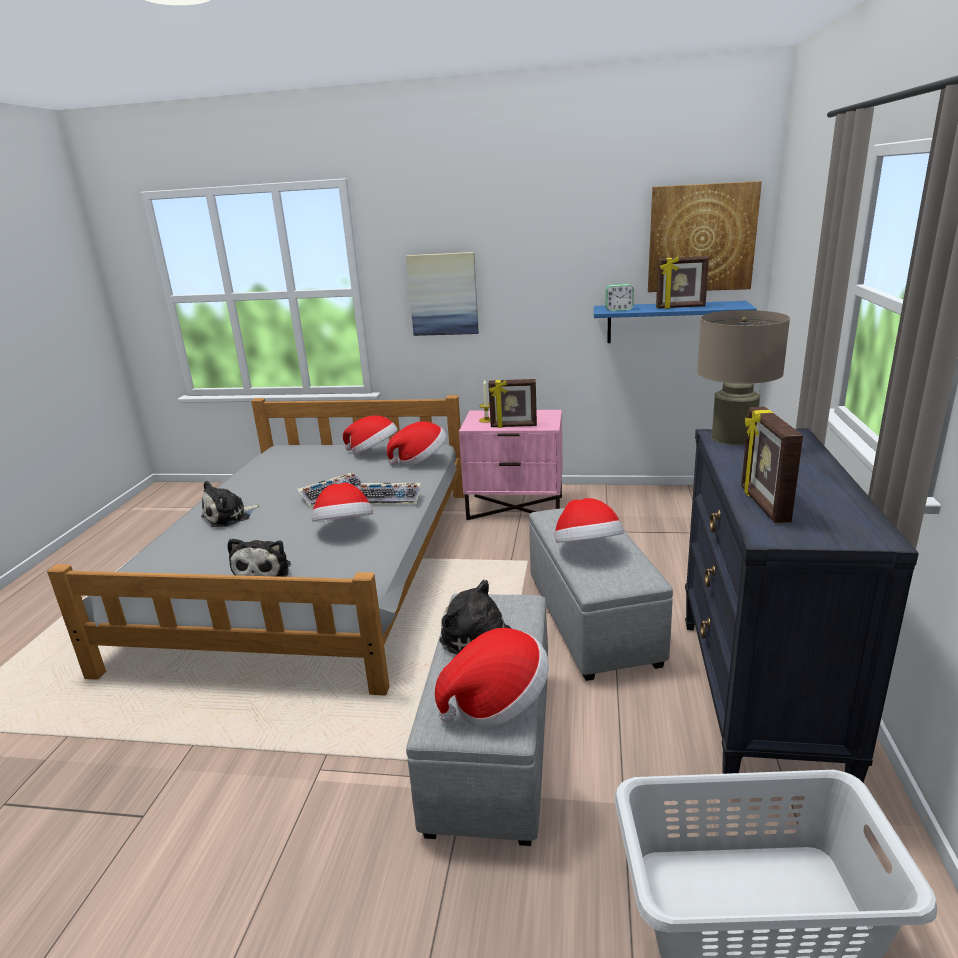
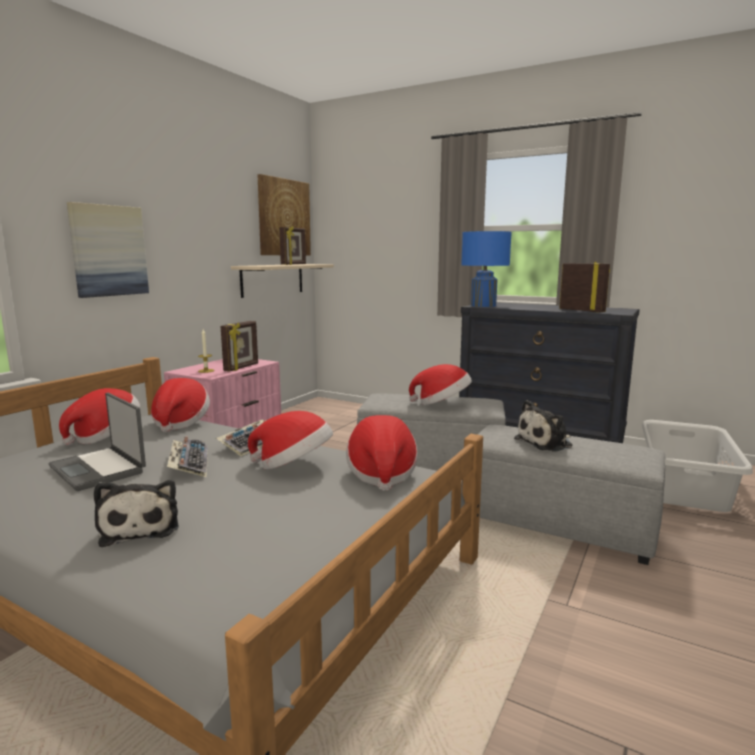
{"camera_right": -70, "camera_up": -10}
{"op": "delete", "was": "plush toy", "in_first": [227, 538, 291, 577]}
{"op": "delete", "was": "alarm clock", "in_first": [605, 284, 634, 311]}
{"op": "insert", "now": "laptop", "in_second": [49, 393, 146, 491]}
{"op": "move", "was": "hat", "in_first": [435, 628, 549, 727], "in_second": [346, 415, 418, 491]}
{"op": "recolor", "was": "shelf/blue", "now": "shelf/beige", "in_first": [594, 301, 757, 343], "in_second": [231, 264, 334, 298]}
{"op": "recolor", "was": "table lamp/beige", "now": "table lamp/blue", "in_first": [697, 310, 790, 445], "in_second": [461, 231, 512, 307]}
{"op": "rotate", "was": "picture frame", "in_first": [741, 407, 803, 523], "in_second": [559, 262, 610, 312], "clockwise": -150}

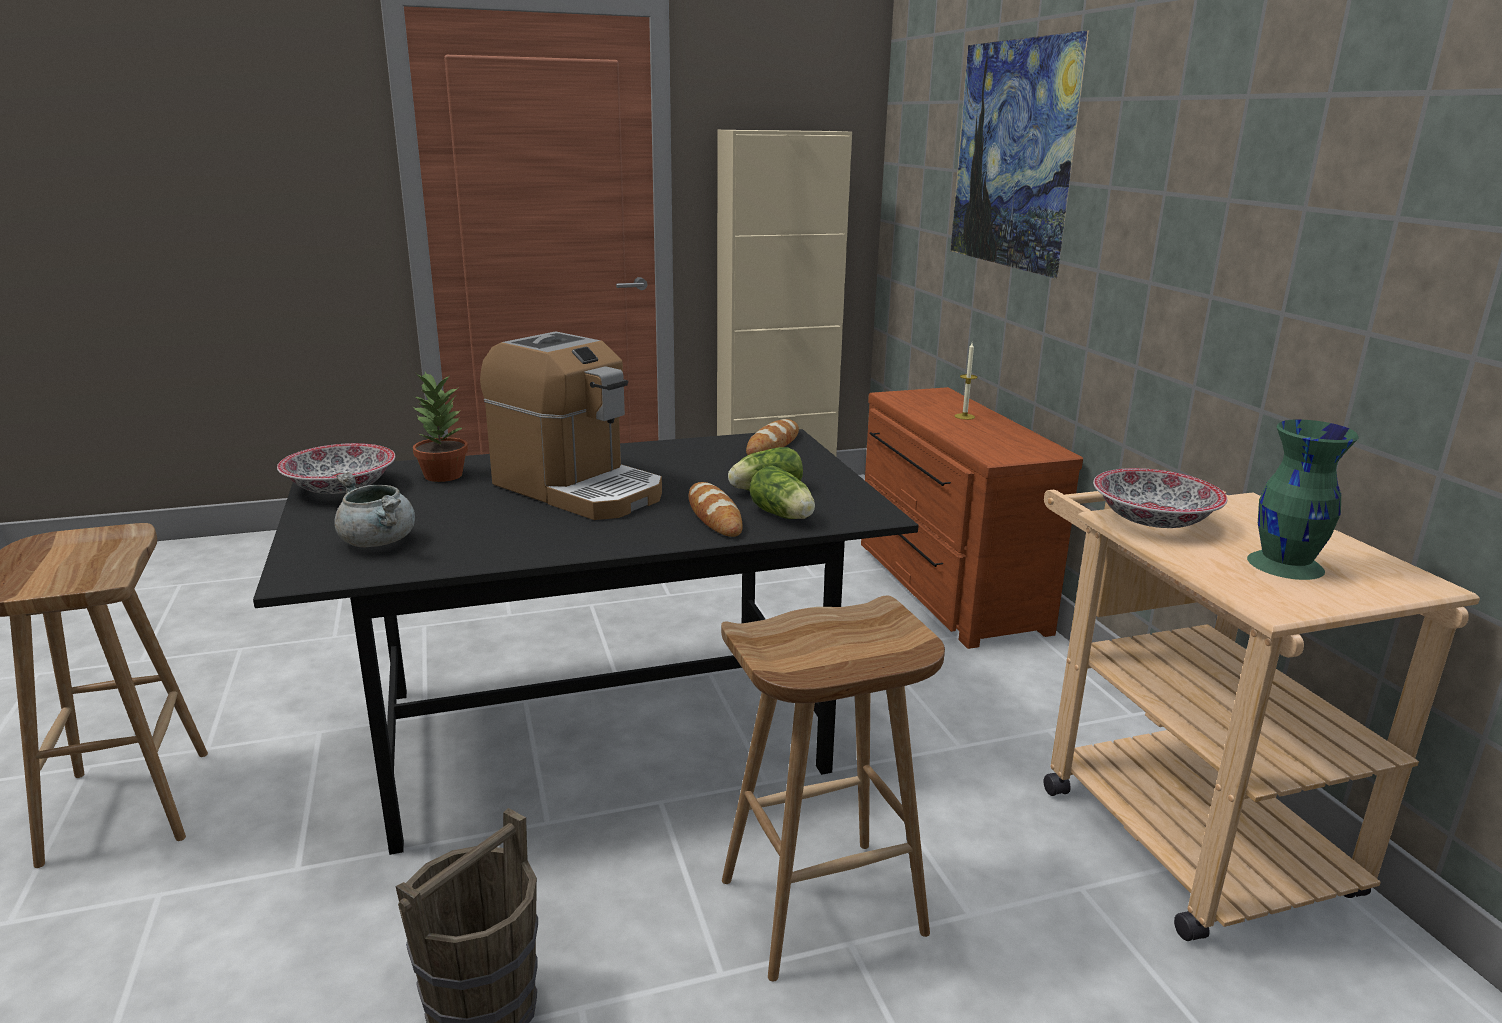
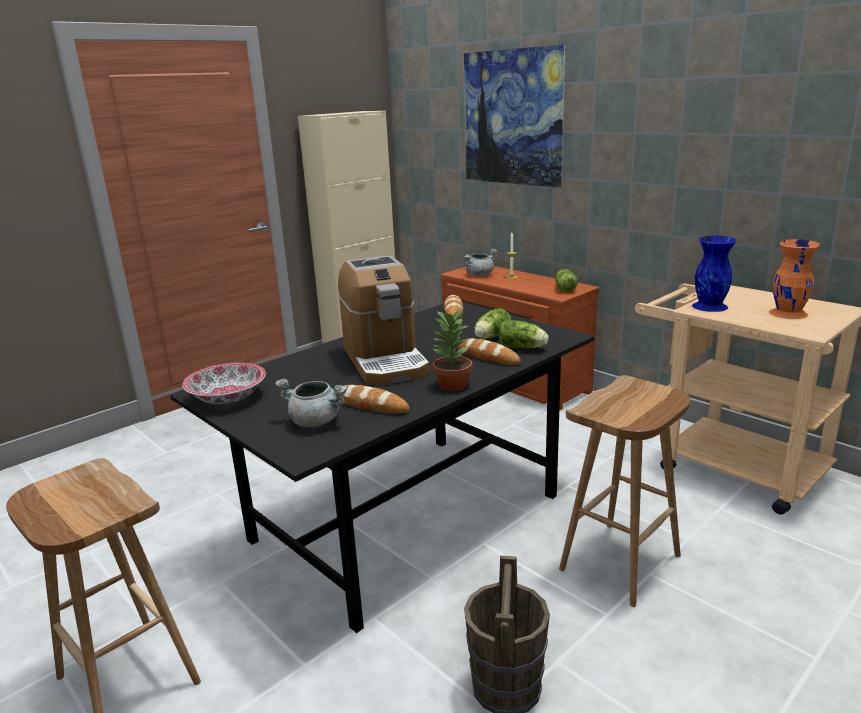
{"camera_right": -25, "camera_up": 0}
{"op": "insert", "now": "bread", "in_second": [343, 385, 410, 414]}
{"op": "insert", "now": "cooking pot/grey", "in_second": [464, 249, 497, 276]}
{"op": "insert", "now": "lettuce", "in_second": [555, 269, 578, 293]}
{"op": "move", "was": "potted plant", "in_first": [413, 372, 468, 482], "in_second": [432, 310, 472, 391]}
{"op": "replace", "was": "bowl", "now": "vase/blue", "in_first": [1093, 468, 1227, 528], "in_second": [692, 236, 736, 312]}
{"op": "recolor", "was": "vase/green", "now": "vase/orange", "in_first": [1247, 419, 1359, 580], "in_second": [769, 239, 820, 319]}
{"op": "rotate", "was": "coffee machine", "in_first": [480, 331, 662, 520], "in_second": [338, 255, 430, 386], "clockwise": 60}

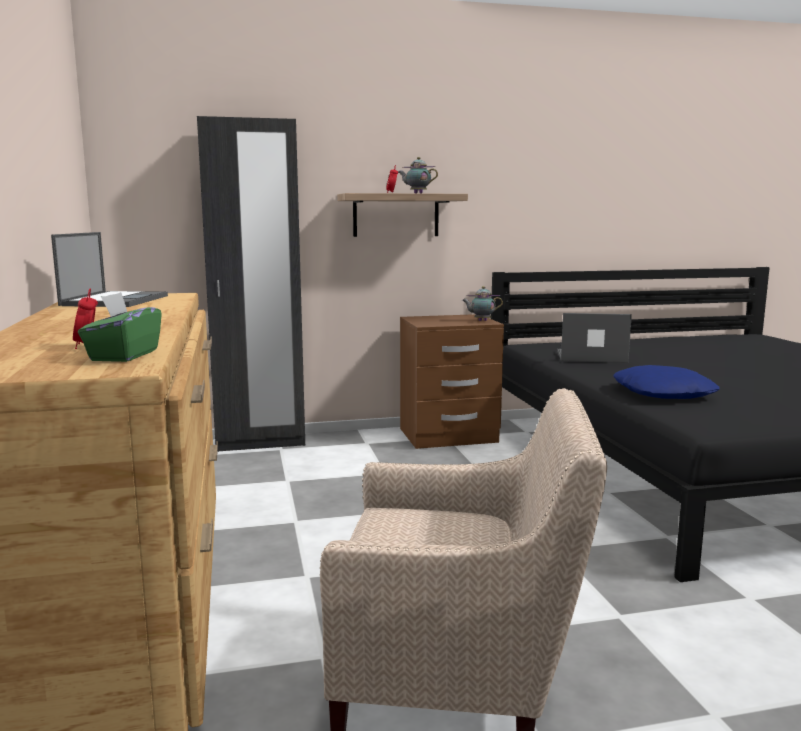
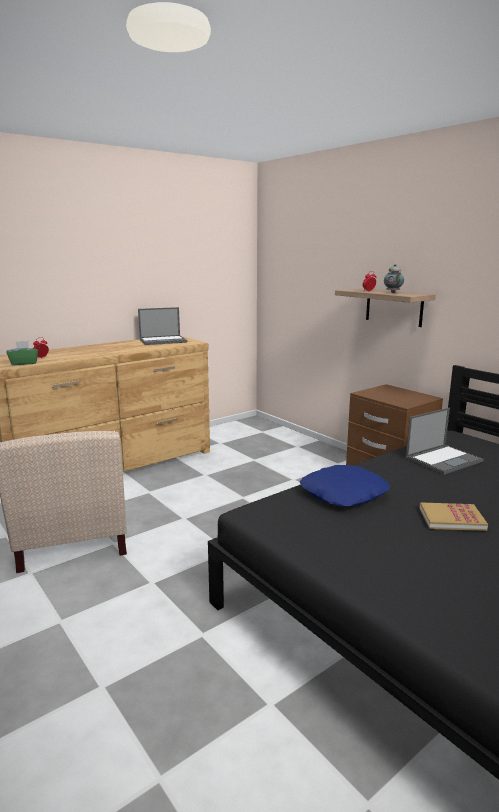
{"camera_right": 65, "camera_up": 5}
{"op": "delete", "was": "wardrobe/black", "in_first": [197, 116, 305, 452]}
{"op": "delete", "was": "teapot", "in_first": [462, 286, 503, 321]}
{"op": "insert", "now": "book", "in_second": [419, 502, 488, 531]}
{"op": "rotate", "was": "laptop", "in_first": [557, 313, 632, 363], "in_second": [406, 408, 484, 475], "clockwise": 75}

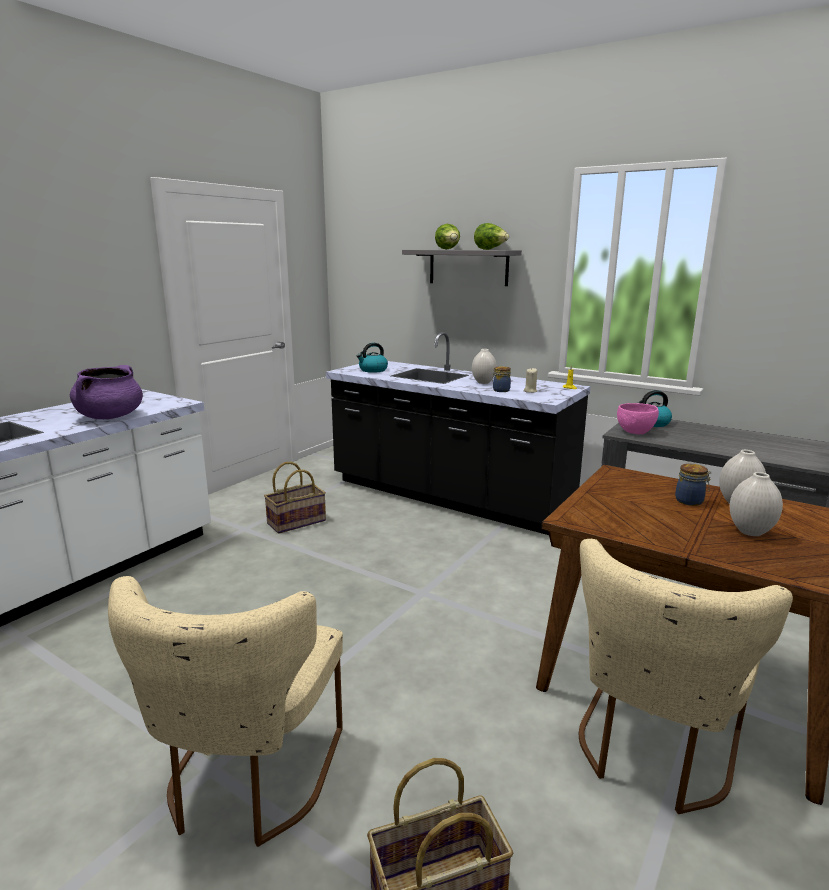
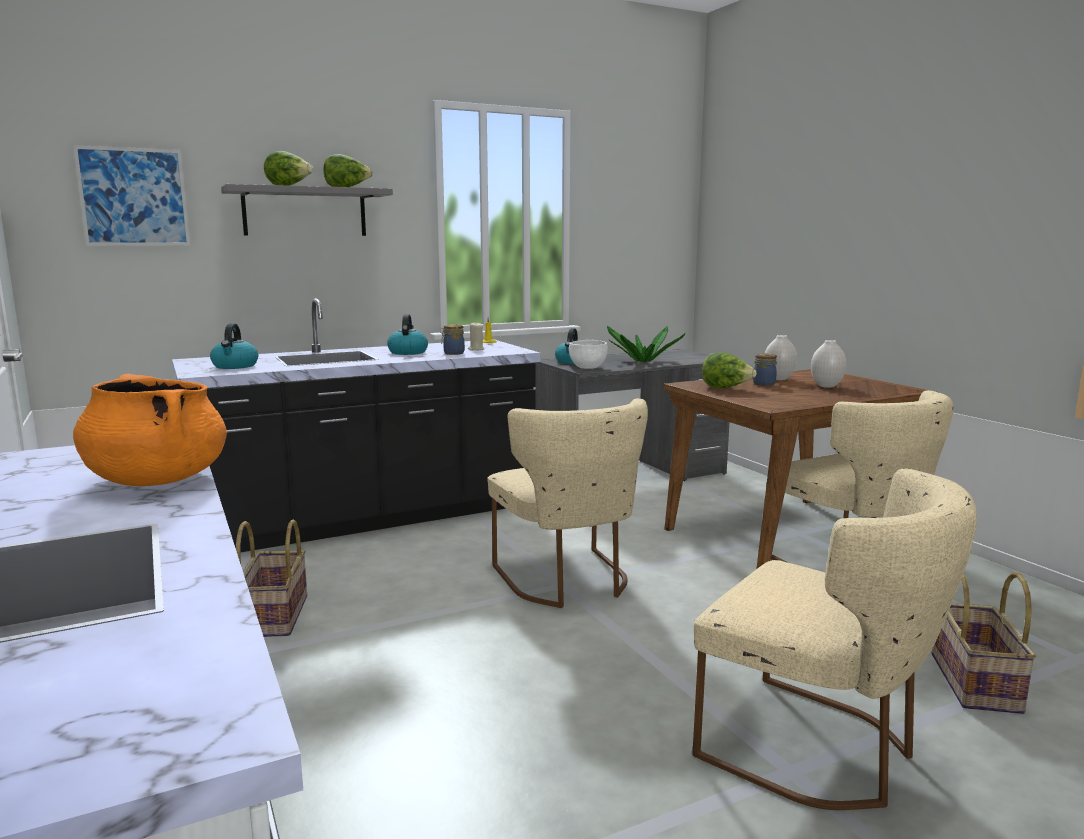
{"camera_right": -60, "camera_up": -5}
{"op": "insert", "now": "picture", "in_second": [73, 145, 190, 246]}
{"op": "insert", "now": "chair/beige", "in_second": [487, 398, 648, 608]}
{"op": "insert", "now": "potted plant", "in_second": [607, 326, 686, 362]}
{"op": "insert", "now": "lettuce", "in_second": [702, 353, 757, 388]}
{"op": "replace", "was": "vase/white", "now": "kettle", "in_first": [472, 349, 497, 384], "in_second": [387, 314, 428, 355]}
{"op": "recolor", "was": "cooking pot/purple", "now": "cooking pot/orange", "in_first": [70, 365, 143, 419], "in_second": [73, 374, 227, 486]}
{"op": "recolor", "was": "bowl/pink", "now": "bowl/white", "in_first": [617, 403, 659, 434], "in_second": [569, 340, 608, 369]}

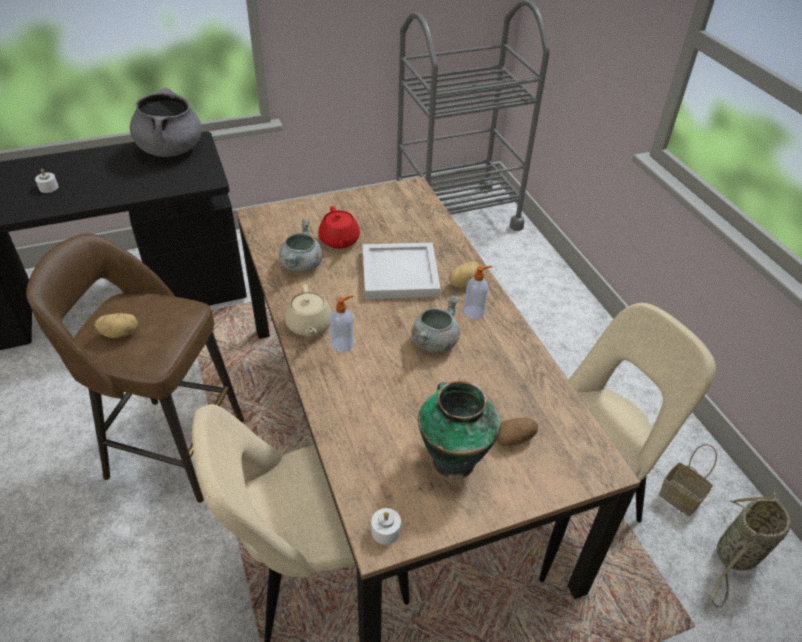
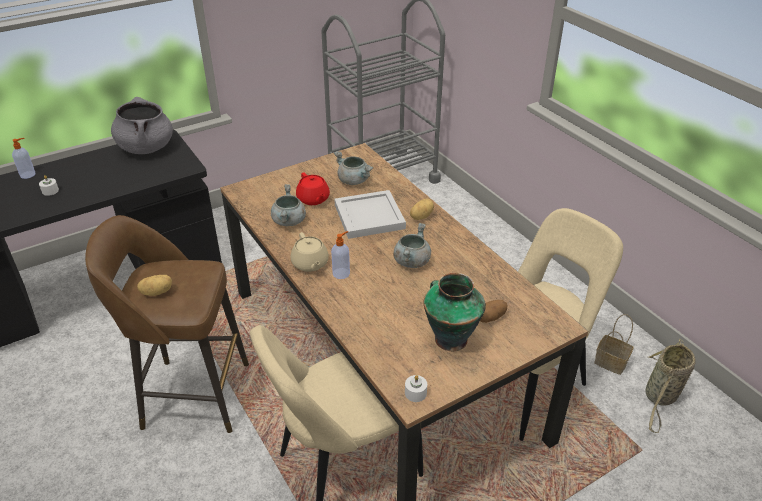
{"camera_right": -10, "camera_up": -5}
{"op": "insert", "now": "cooking pot/grey", "in_second": [334, 151, 373, 185]}
{"op": "move", "was": "soap dispenser", "in_first": [464, 266, 493, 319], "in_second": [12, 138, 35, 179]}

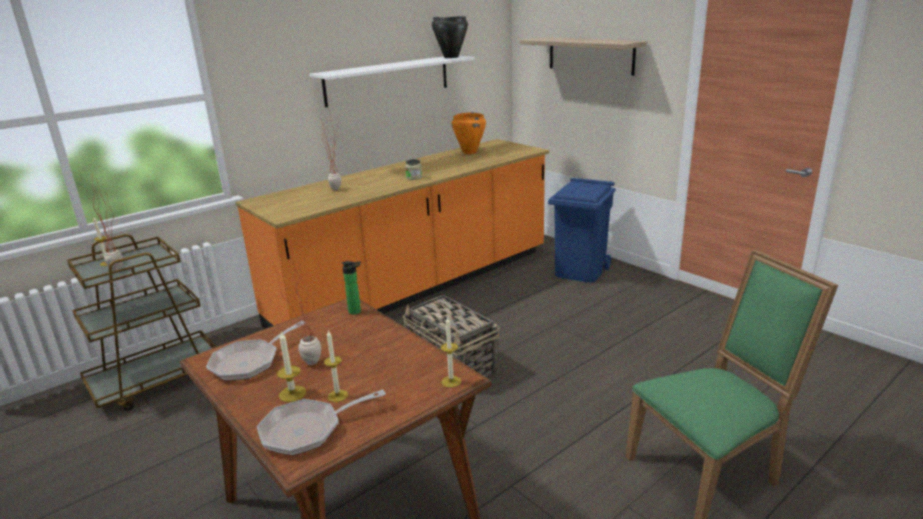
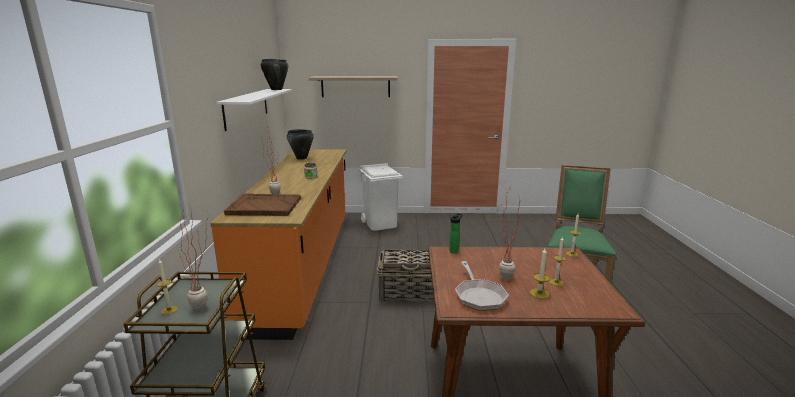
{"camera_right": -50, "camera_up": -5}
{"op": "delete", "was": "frying pan", "in_first": [257, 390, 386, 456]}
{"op": "insert", "now": "tray/brown", "in_second": [224, 193, 301, 216]}
{"op": "recolor", "was": "cooking pot/orange", "now": "cooking pot/black", "in_first": [452, 113, 486, 154], "in_second": [287, 129, 314, 160]}
{"op": "recolor", "was": "trash can/blue", "now": "trash can/white", "in_first": [548, 177, 615, 283], "in_second": [360, 163, 403, 231]}

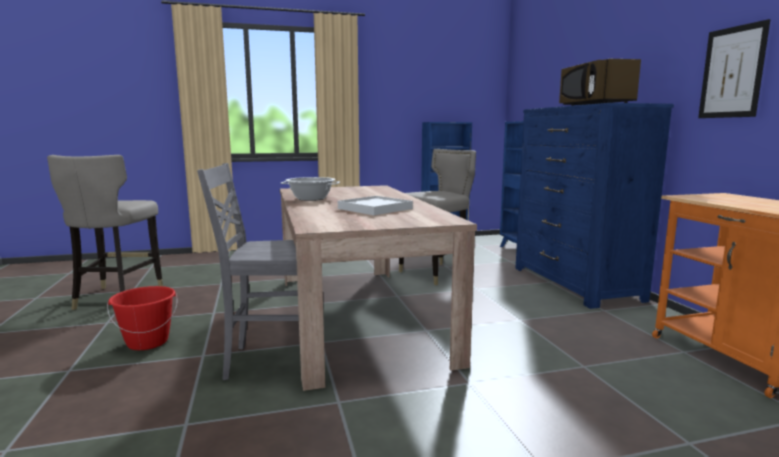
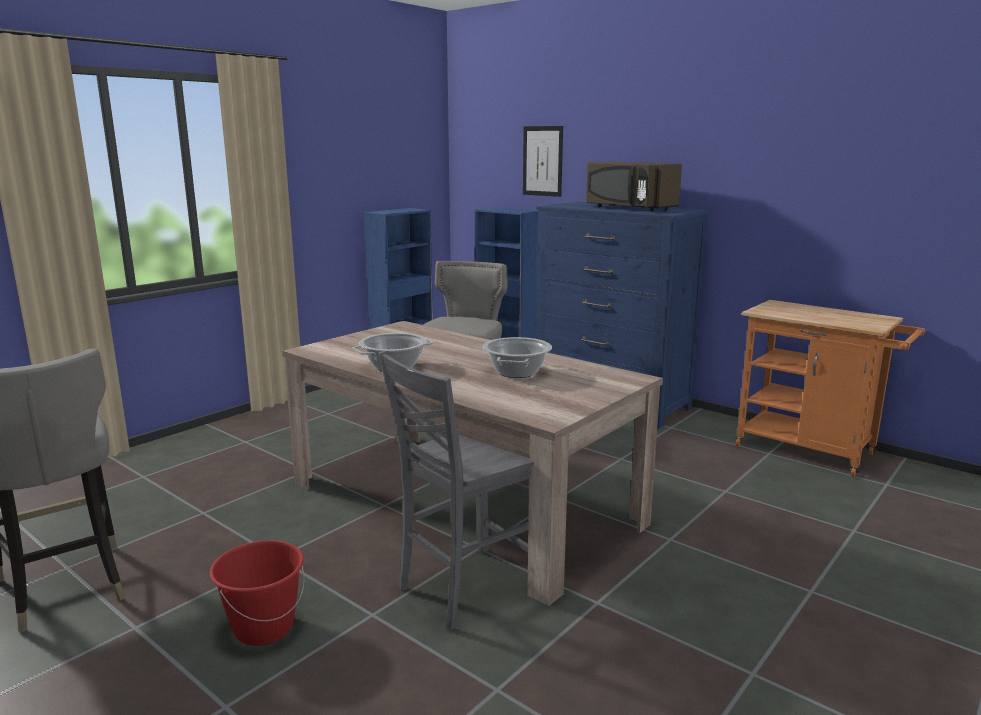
{"camera_right": -35, "camera_up": 5}
{"op": "move", "was": "picture", "in_first": [698, 19, 771, 118], "in_second": [523, 126, 563, 197]}
{"op": "replace", "was": "tray/white", "now": "cooking pot", "in_first": [338, 196, 413, 215], "in_second": [483, 337, 552, 378]}

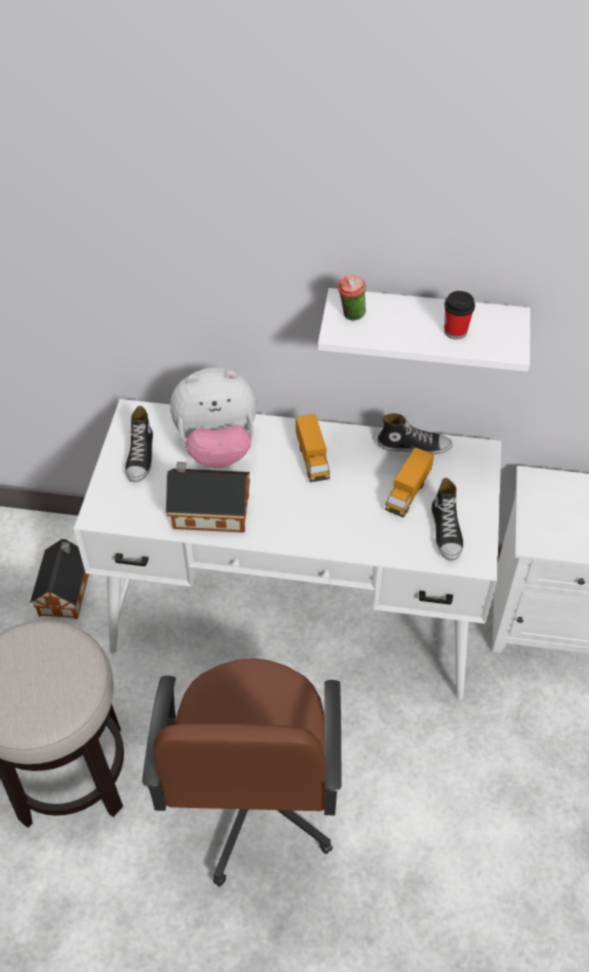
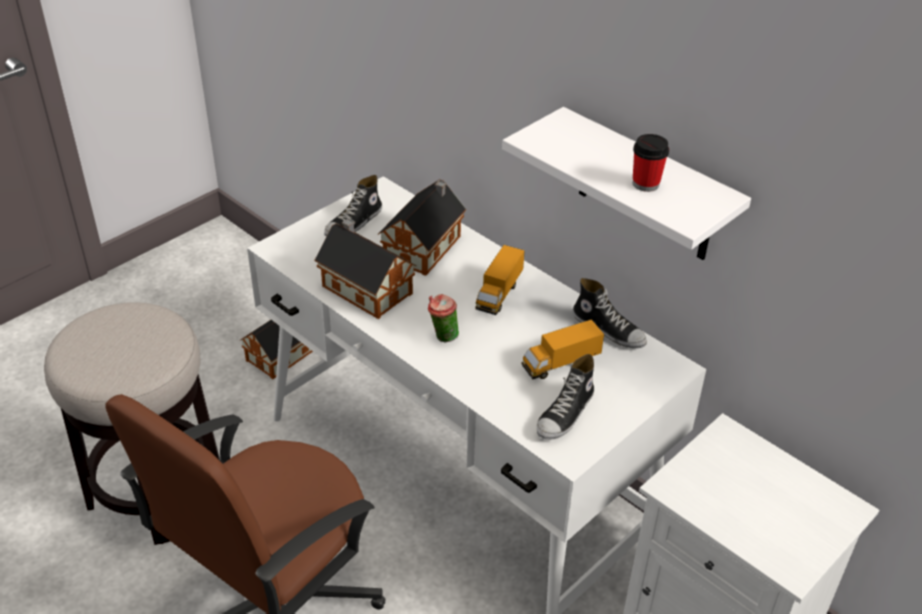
{"camera_right": 35, "camera_up": -10}
{"op": "move", "was": "cup", "in_first": [337, 275, 366, 321], "in_second": [428, 294, 459, 342]}
{"op": "replace", "was": "plush toy", "now": "toy house", "in_first": [170, 368, 257, 468], "in_second": [378, 179, 466, 276]}

